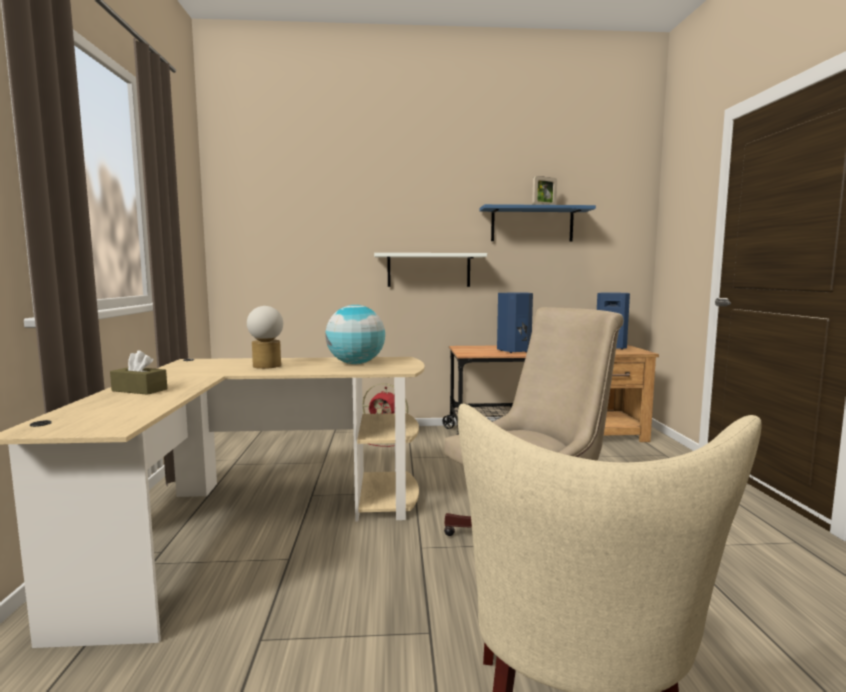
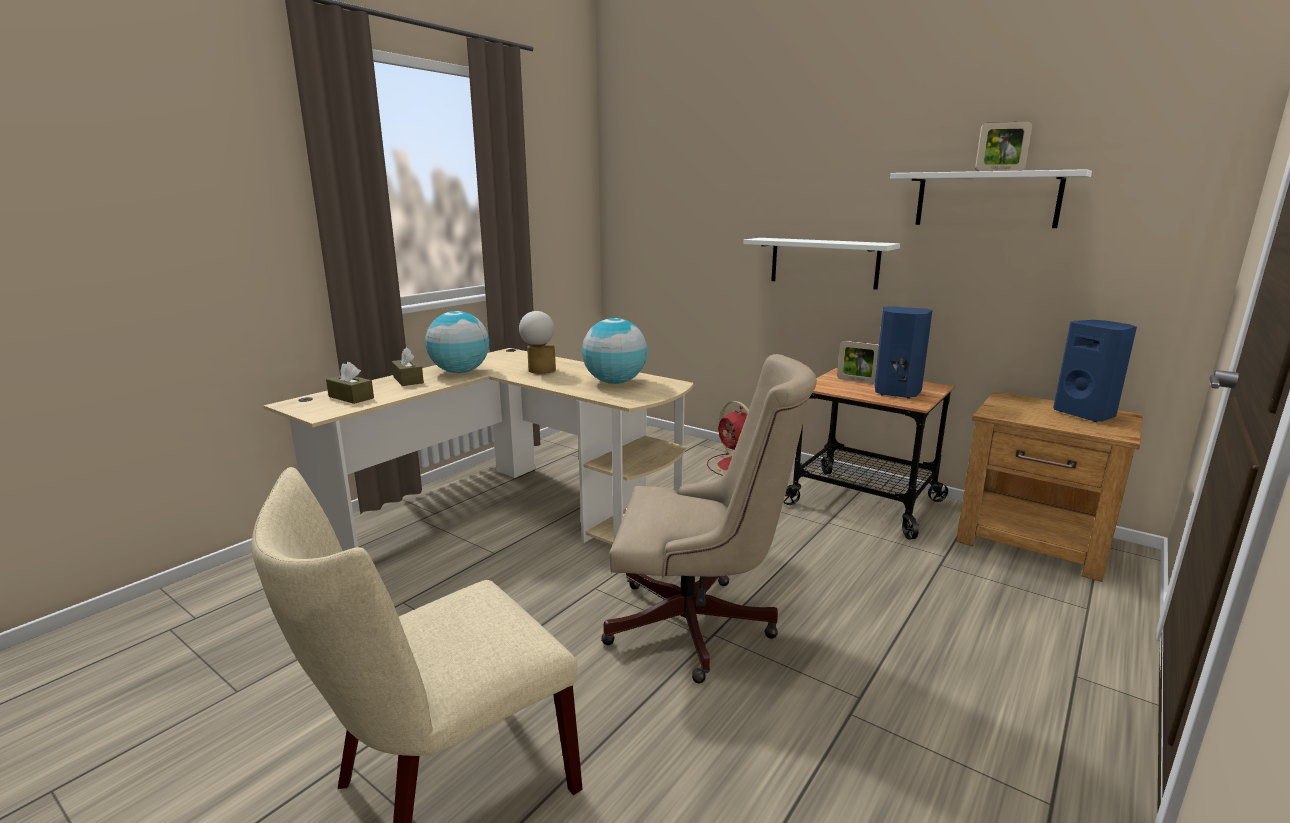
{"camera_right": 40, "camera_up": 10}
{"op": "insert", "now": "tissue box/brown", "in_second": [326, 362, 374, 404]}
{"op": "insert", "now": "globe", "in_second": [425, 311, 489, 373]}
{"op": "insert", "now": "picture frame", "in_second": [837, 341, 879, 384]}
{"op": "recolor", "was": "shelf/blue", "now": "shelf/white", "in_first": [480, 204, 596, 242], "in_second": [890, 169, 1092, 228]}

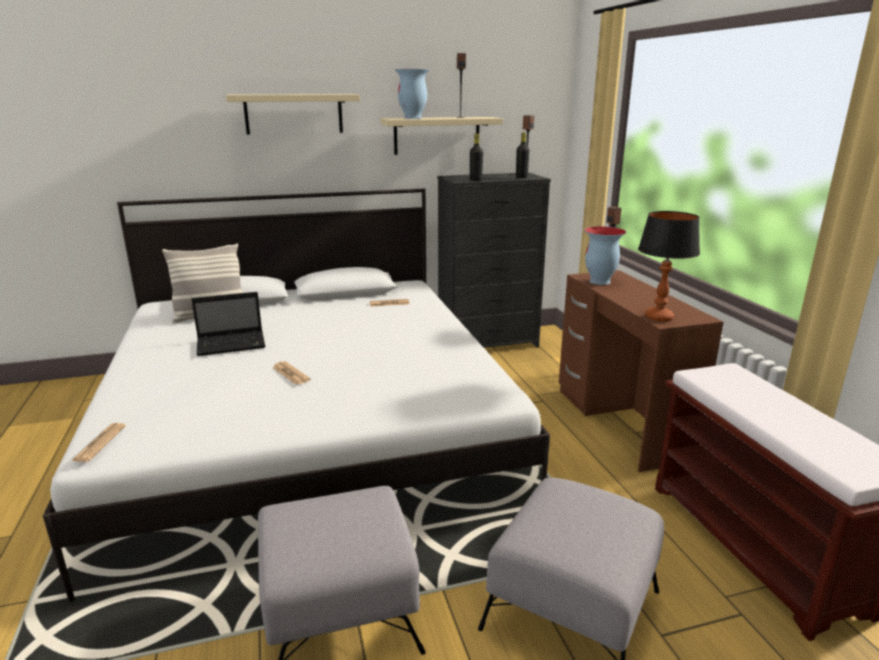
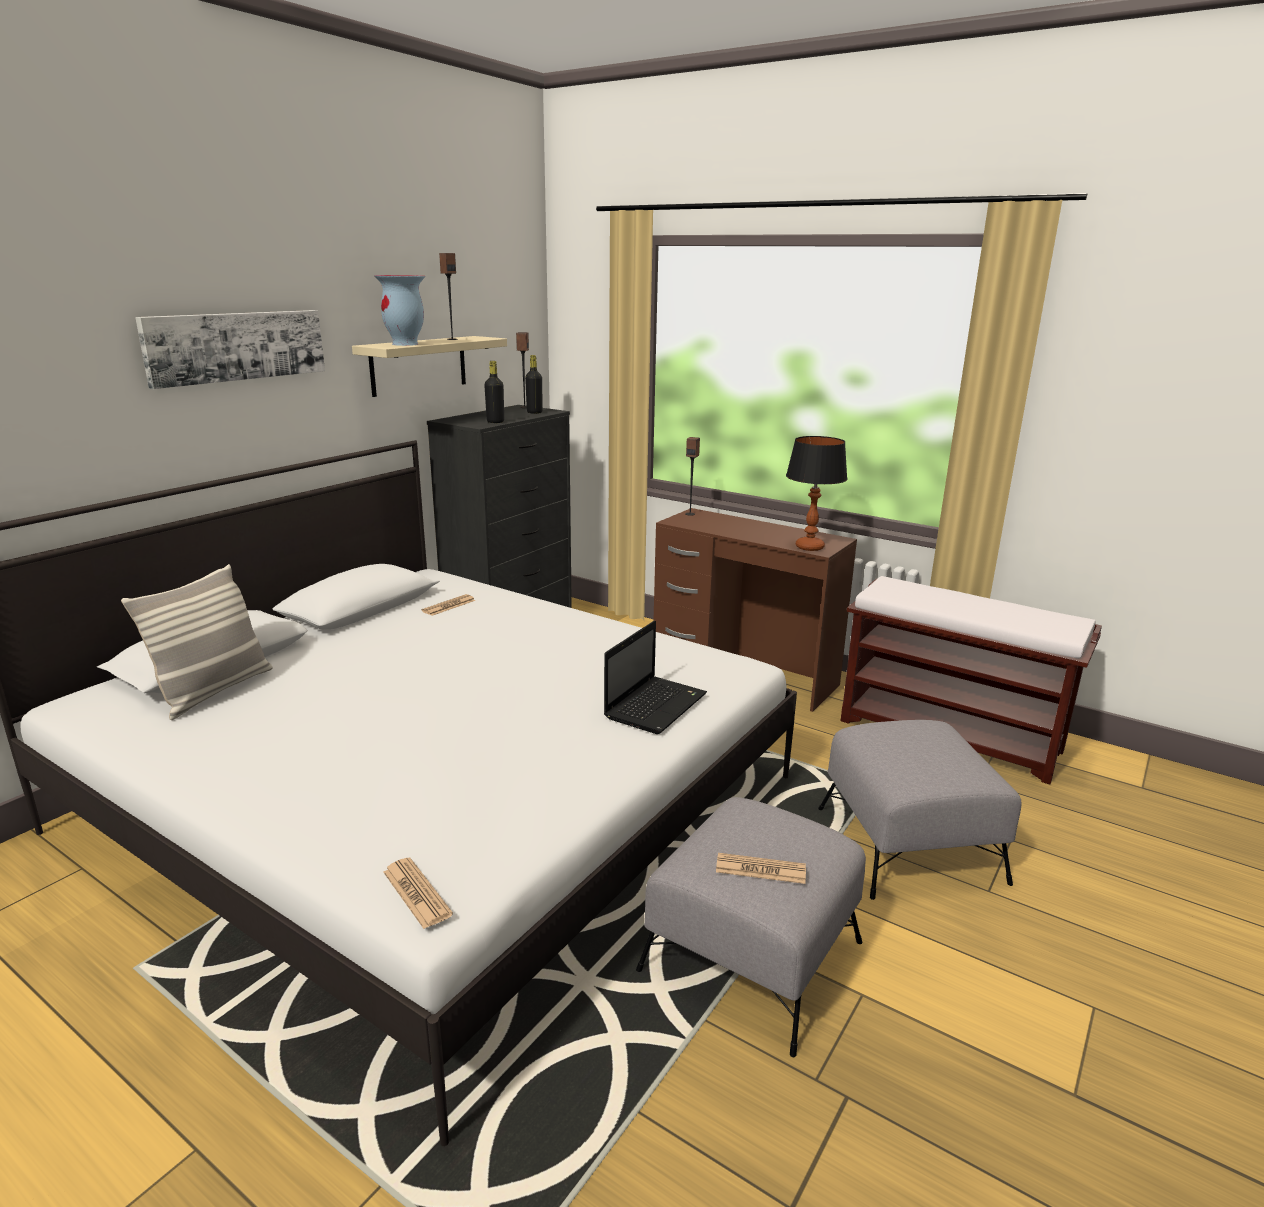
{"camera_right": -40, "camera_up": 0}
{"op": "delete", "was": "vase", "in_first": [585, 226, 626, 285]}
{"op": "move", "was": "laptop", "in_first": [191, 292, 265, 356], "in_second": [604, 621, 707, 734]}
{"op": "move", "was": "newspaper", "in_first": [272, 361, 311, 385], "in_second": [716, 853, 806, 884]}
{"op": "replace", "was": "shelf/beige", "now": "picture", "in_first": [226, 94, 360, 135], "in_second": [135, 310, 325, 389]}

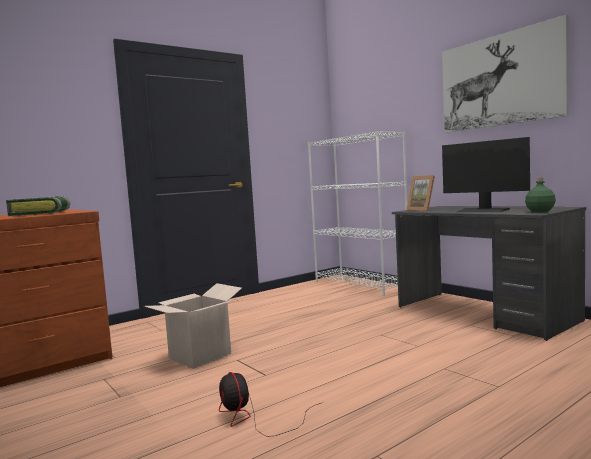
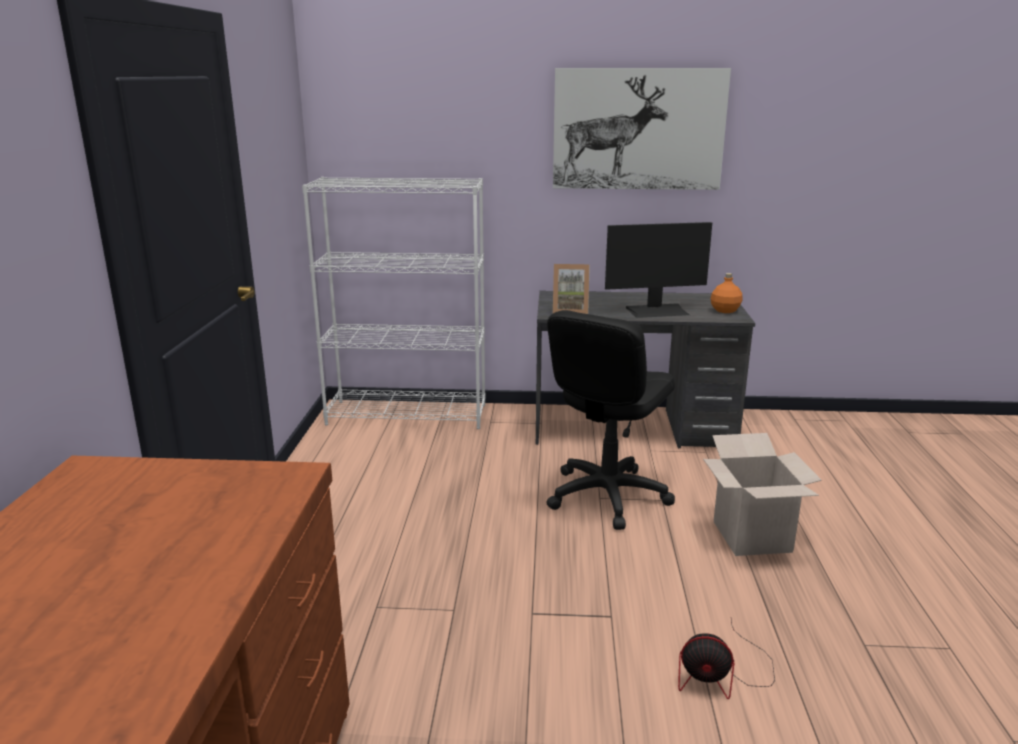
{"camera_right": -50, "camera_up": 15}
{"op": "delete", "was": "book", "in_first": [6, 196, 70, 216]}
{"op": "insert", "now": "office chair/black", "in_second": [546, 310, 675, 530]}
{"op": "move", "was": "cardboard box", "in_first": [144, 283, 242, 369], "in_second": [703, 433, 822, 556]}
{"op": "recolor", "was": "bottle/green", "now": "bottle/orange", "in_first": [525, 178, 556, 212], "in_second": [711, 273, 742, 313]}

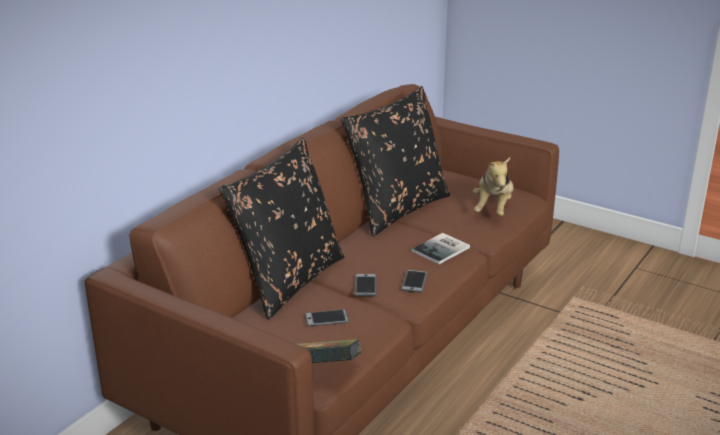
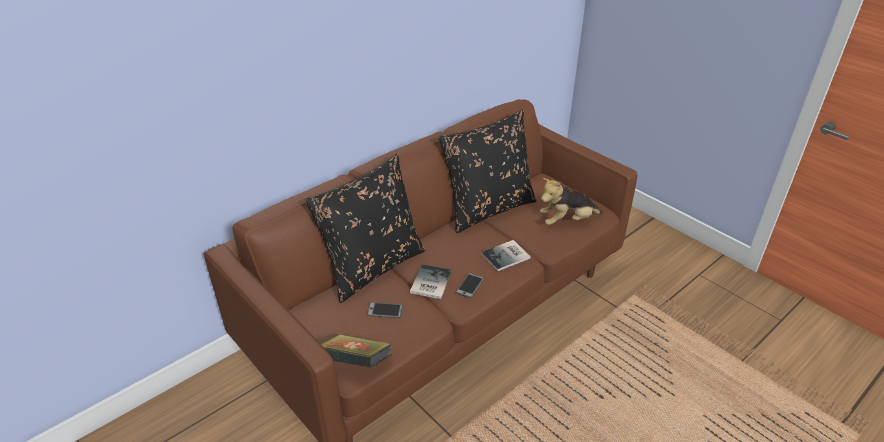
{"camera_right": 15, "camera_up": 10}
{"op": "replace", "was": "phone", "now": "book", "in_first": [355, 274, 377, 296], "in_second": [410, 264, 452, 299]}
{"op": "rotate", "was": "plush toy", "in_first": [473, 157, 513, 216], "in_second": [540, 178, 603, 225], "clockwise": 45}

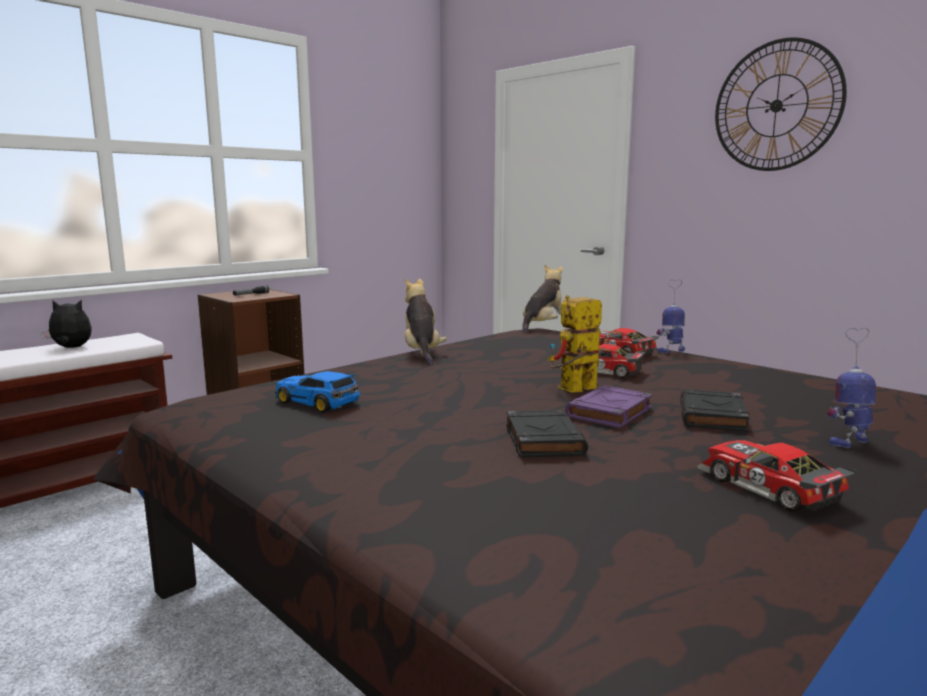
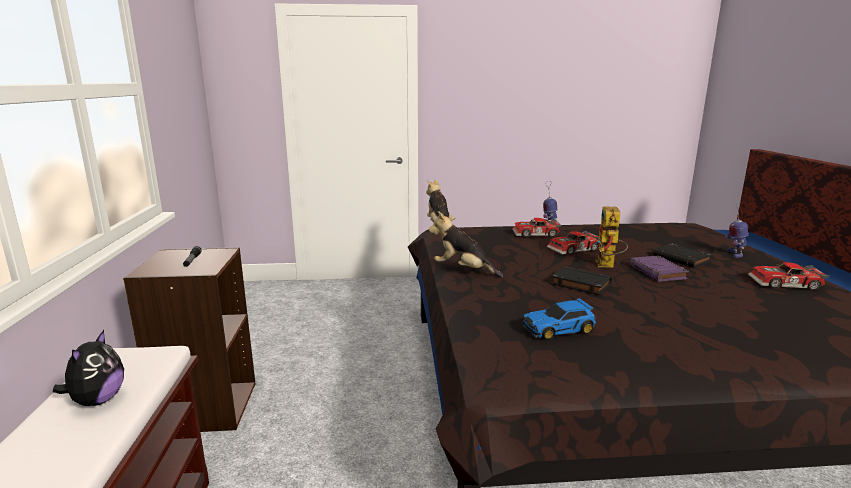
{"camera_right": -50, "camera_up": 5}
{"op": "delete", "was": "wall clock", "in_first": [715, 37, 847, 171]}
{"op": "move", "was": "book/black", "in_first": [506, 410, 588, 458], "in_second": [551, 266, 612, 295]}
{"op": "rotate", "was": "plush toy", "in_first": [41, 300, 92, 348], "in_second": [53, 330, 124, 406], "clockwise": 150}

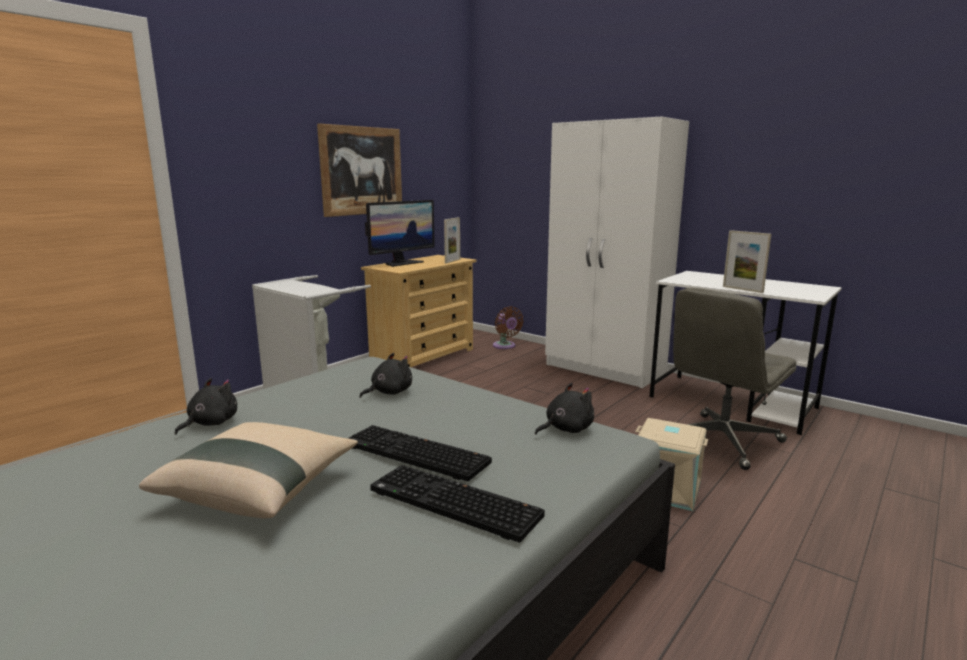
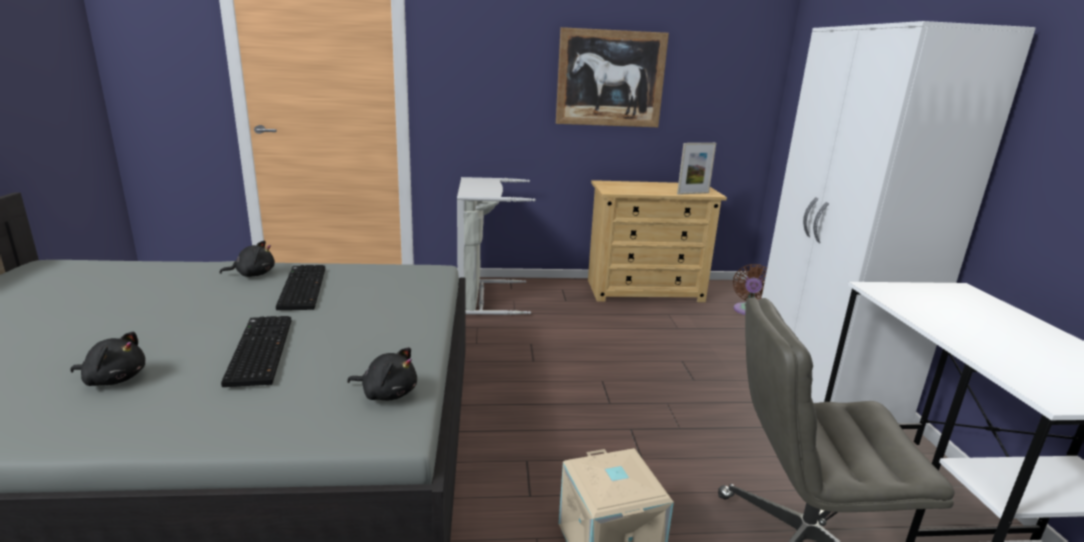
{"camera_right": 45, "camera_up": 5}
{"op": "delete", "was": "pillow/beige", "in_first": [139, 422, 358, 518]}
{"op": "delete", "was": "monitor", "in_first": [365, 200, 435, 267]}
{"op": "delete", "was": "picture frame", "in_first": [723, 230, 771, 293]}
{"op": "move", "was": "plush toy/black", "in_first": [359, 353, 412, 398], "in_second": [70, 332, 145, 386]}
{"op": "move", "was": "keyboard", "in_first": [370, 465, 545, 543], "in_second": [276, 265, 325, 310]}

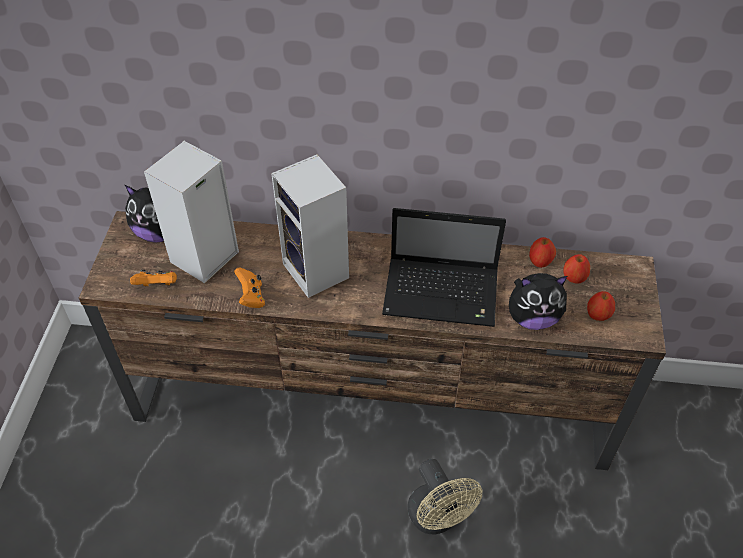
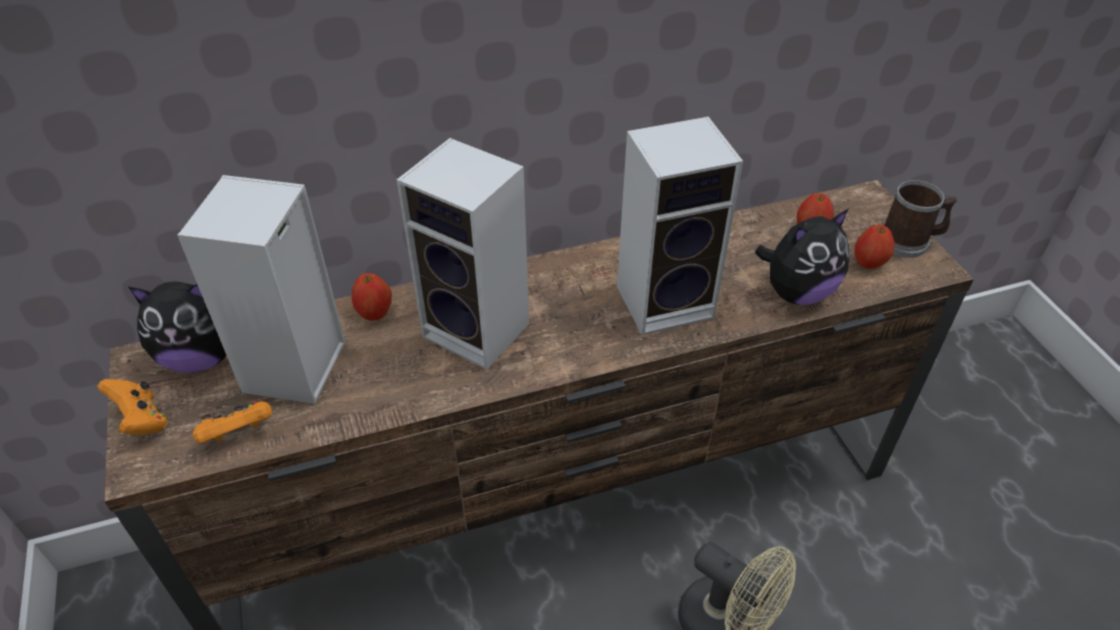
{"camera_right": -25, "camera_up": -5}
{"op": "insert", "now": "mug", "in_second": [884, 180, 957, 258]}
{"op": "move", "was": "game controller/orange", "in_first": [234, 267, 265, 308], "in_second": [98, 379, 168, 435]}
{"op": "move", "was": "apple", "in_first": [529, 237, 556, 268], "in_second": [352, 273, 392, 321]}
{"op": "replace", "was": "laptop", "now": "speaker", "in_first": [382, 208, 506, 327], "in_second": [617, 116, 743, 335]}

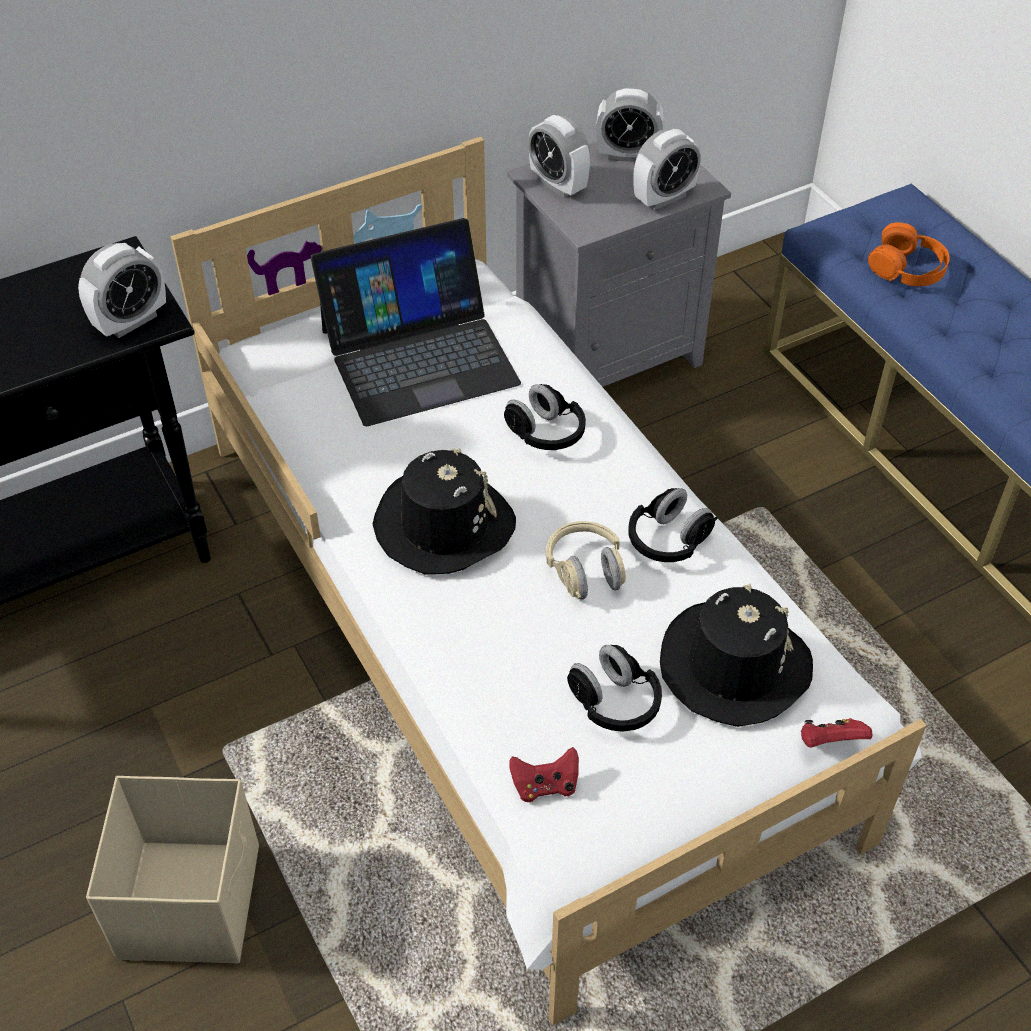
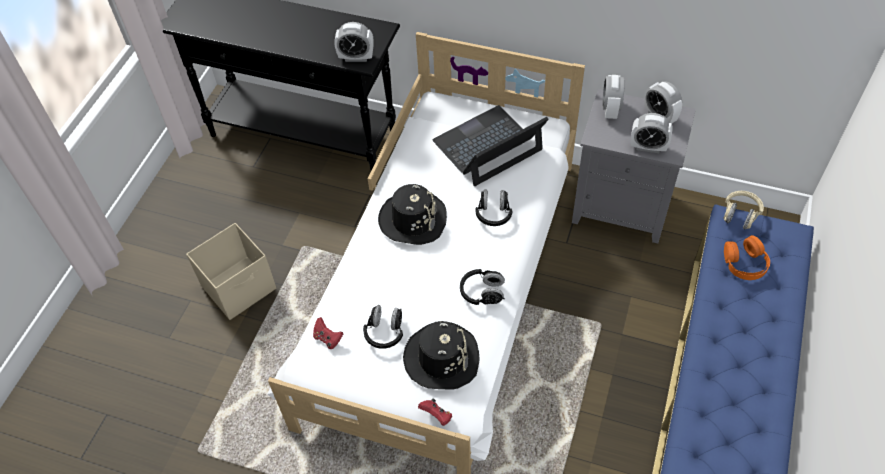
{"camera_right": 50, "camera_up": 5}
{"op": "move", "was": "headphones/beige", "in_first": [546, 521, 626, 600], "in_second": [723, 191, 764, 230]}
{"op": "rotate", "was": "laptop", "in_first": [311, 218, 521, 426], "in_second": [432, 105, 549, 186], "clockwise": 120}

